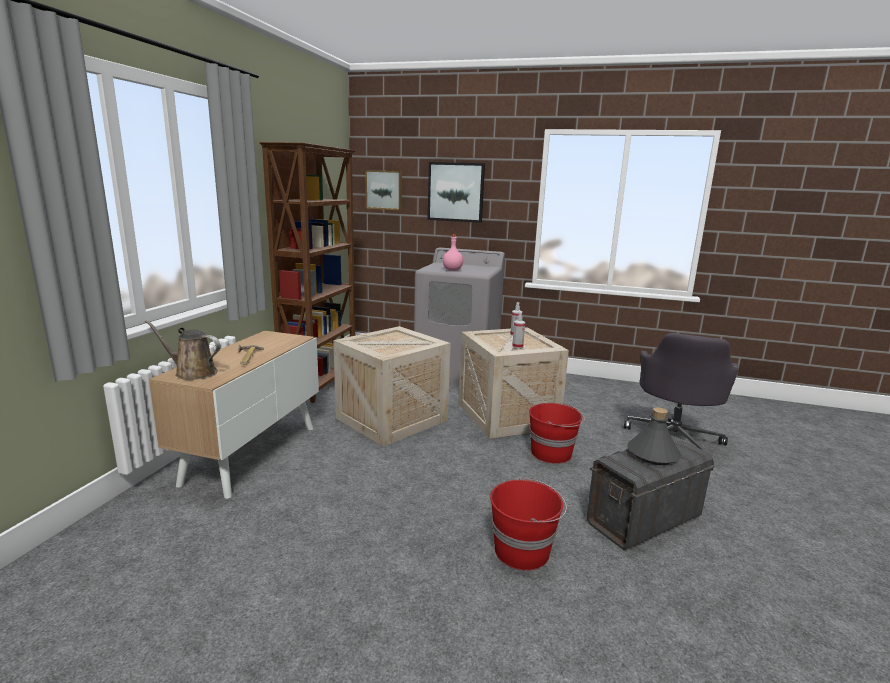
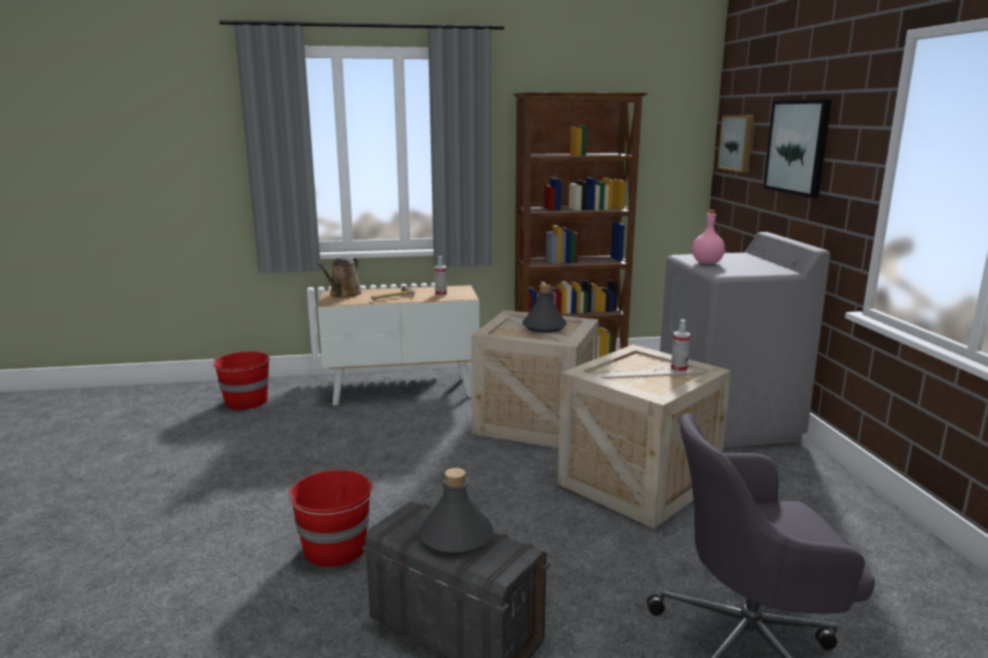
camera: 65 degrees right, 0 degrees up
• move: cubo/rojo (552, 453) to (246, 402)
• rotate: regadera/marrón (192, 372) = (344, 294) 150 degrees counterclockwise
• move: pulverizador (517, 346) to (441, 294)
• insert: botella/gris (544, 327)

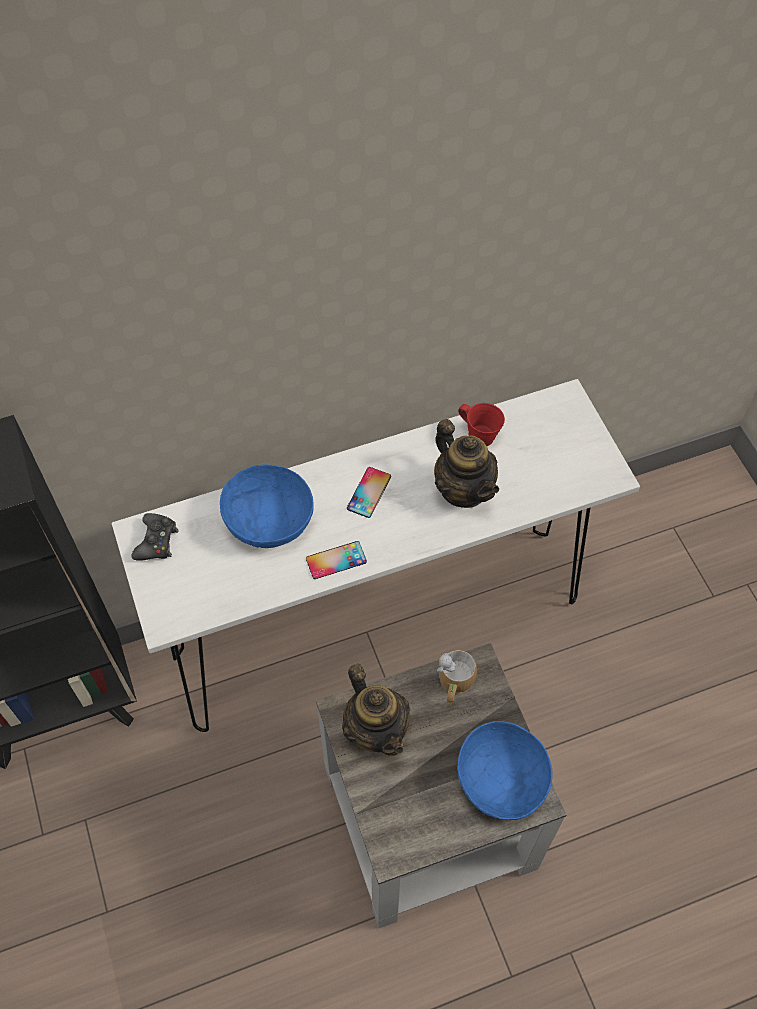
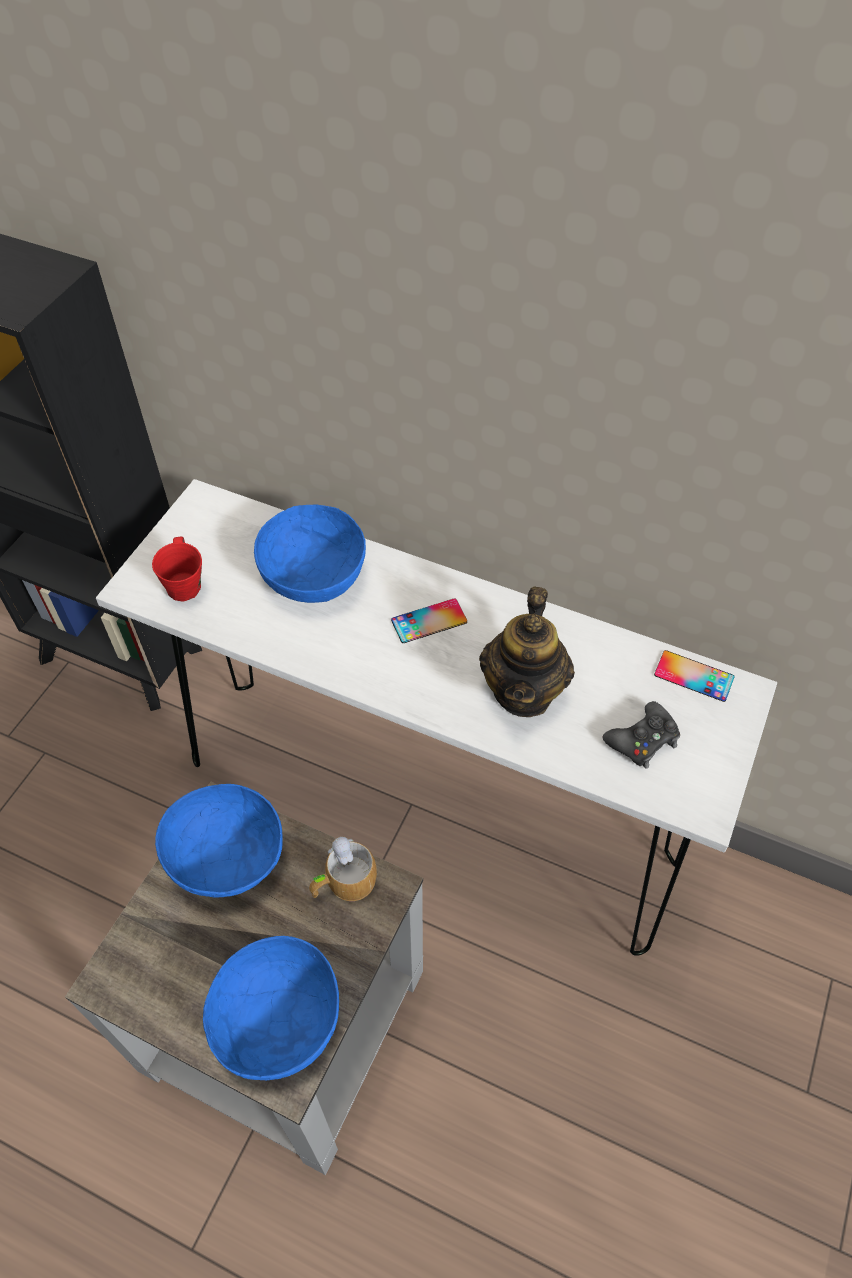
camera: 45 degrees right, 5 degrees down
• move: taza grande/rojo (479, 435) to (185, 586)
• replace: tetera (376, 729) to cuenco/azul (227, 856)
• move: mando de consola/negro (156, 541) to (643, 740)
• move: móvil (336, 560) to (693, 676)

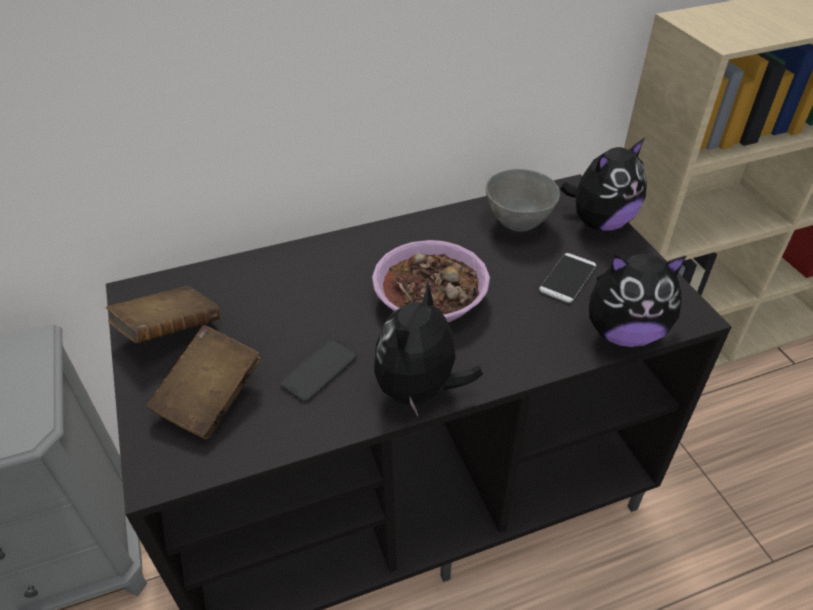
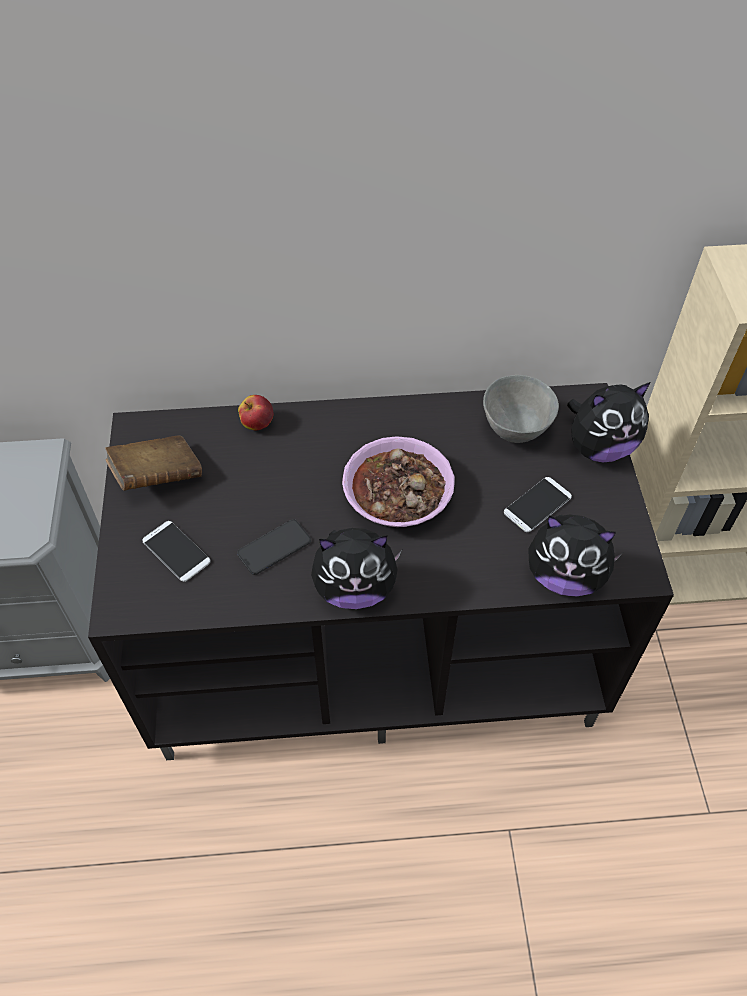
camera: 15 degrees right, 10 degrees up
• replace: libro/marrón (210, 398) to móvil (176, 551)
• insert: manzana (257, 424)
• rotate: peluche (420, 390) = (355, 588) 135 degrees counterclockwise

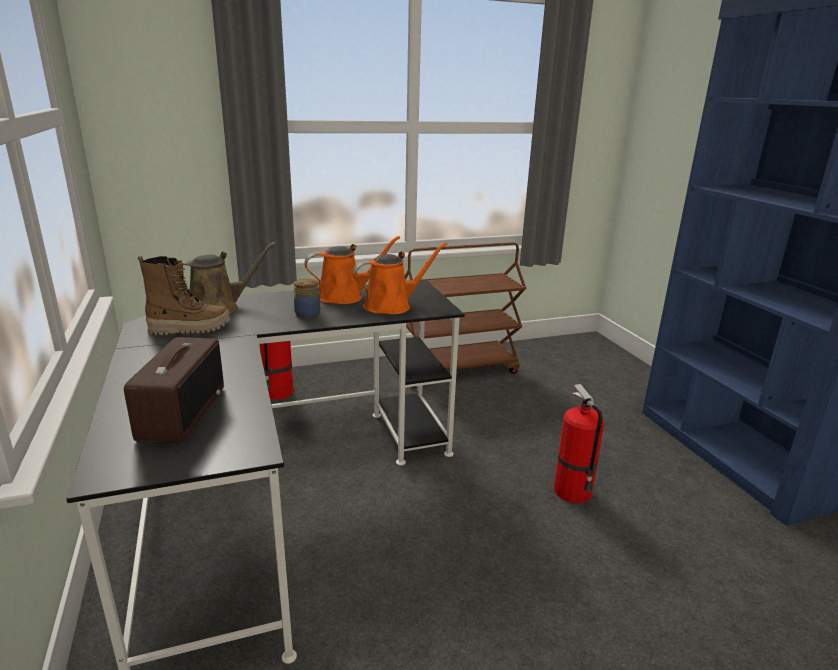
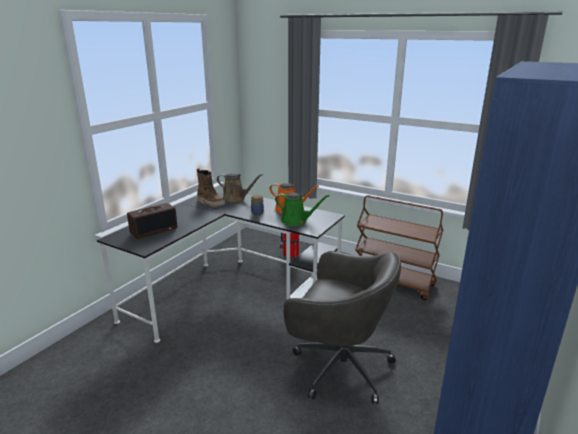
camera: 50 degrees right, 0 degrees up
• recolor: regadera/naranja (391, 306) to regadera/verde (296, 221)
• replace: extintor (574, 492) to silla de oficina/gris (339, 367)

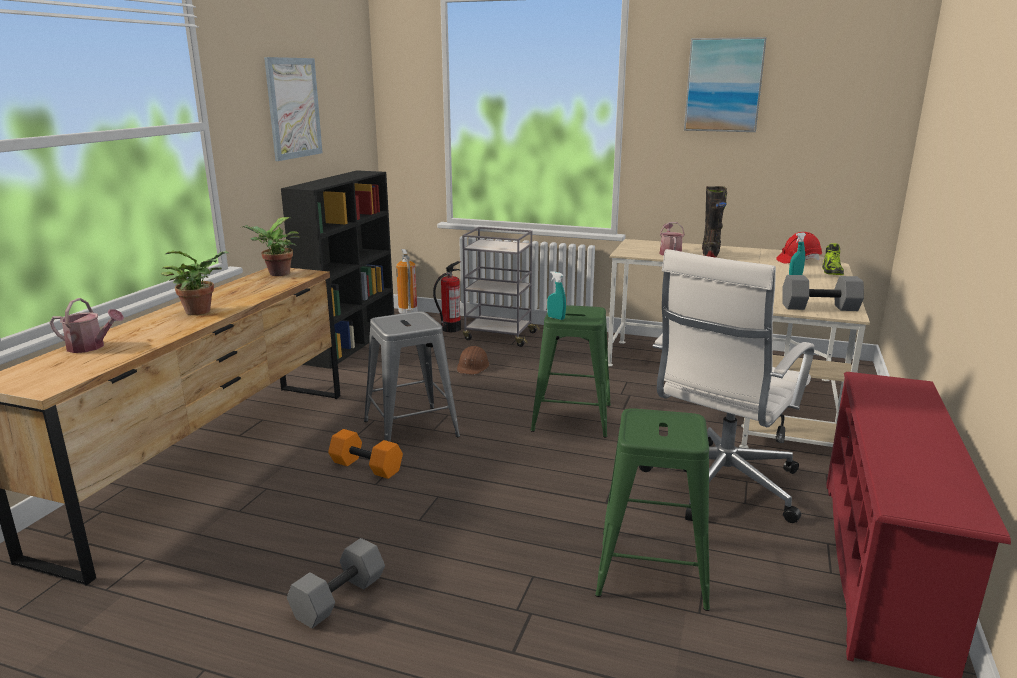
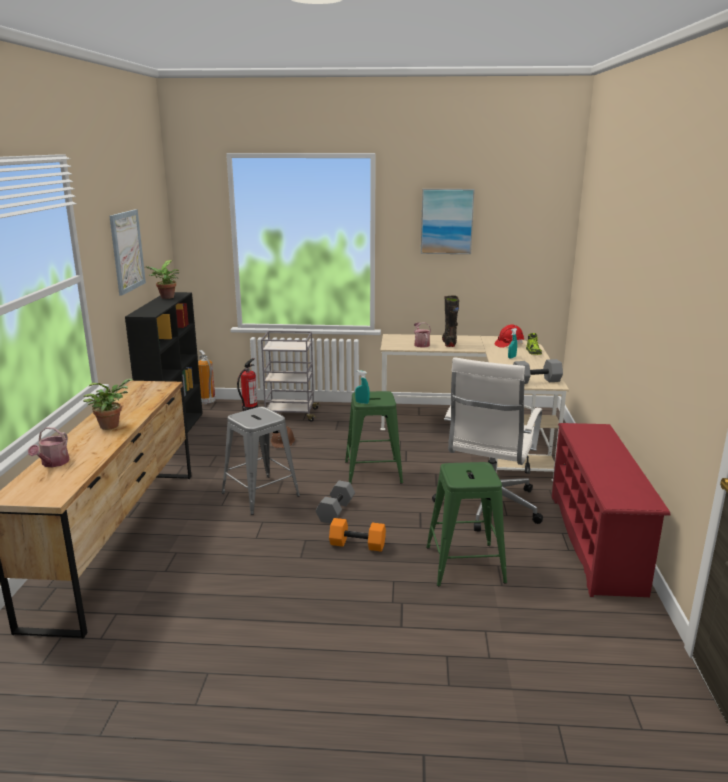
camera: 15 degrees left, 0 degrees up
• rotate: regadera (90, 347) = (53, 463) 105 degrees clockwise
• move: planta en maceta (277, 274) to (166, 297)
• move: mancuerna/gris (338, 596) to (335, 510)
• move: mancuerna/naranja (367, 466) to (358, 544)

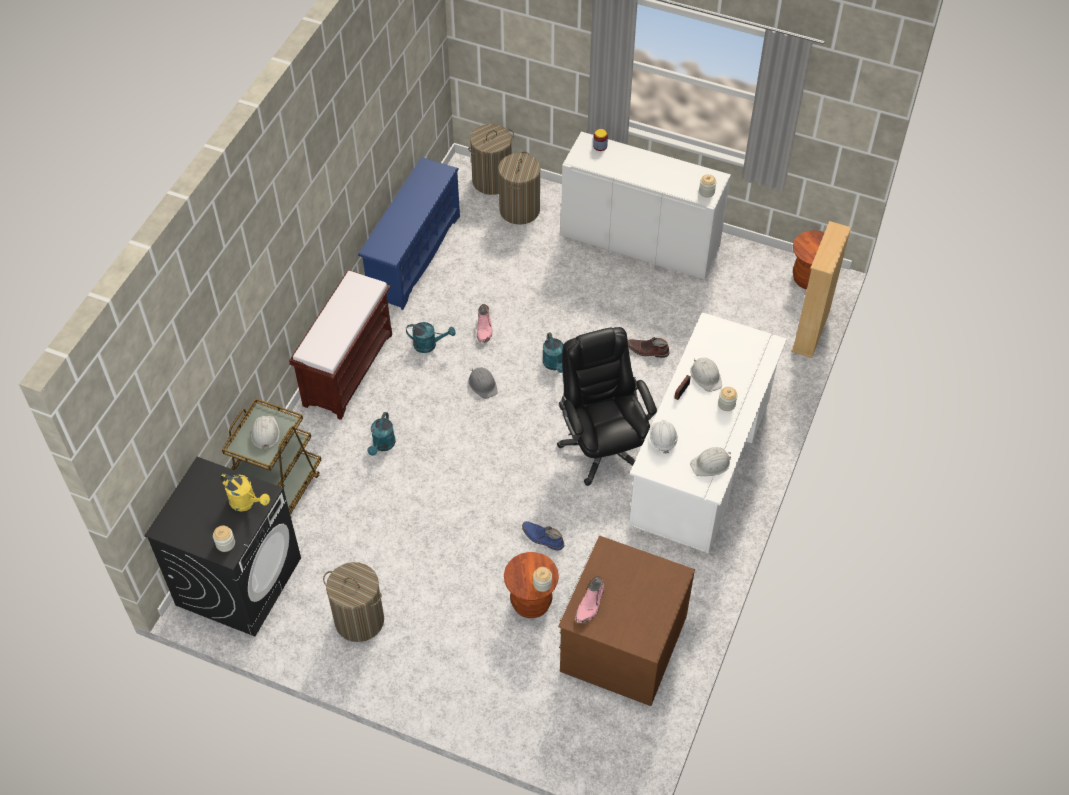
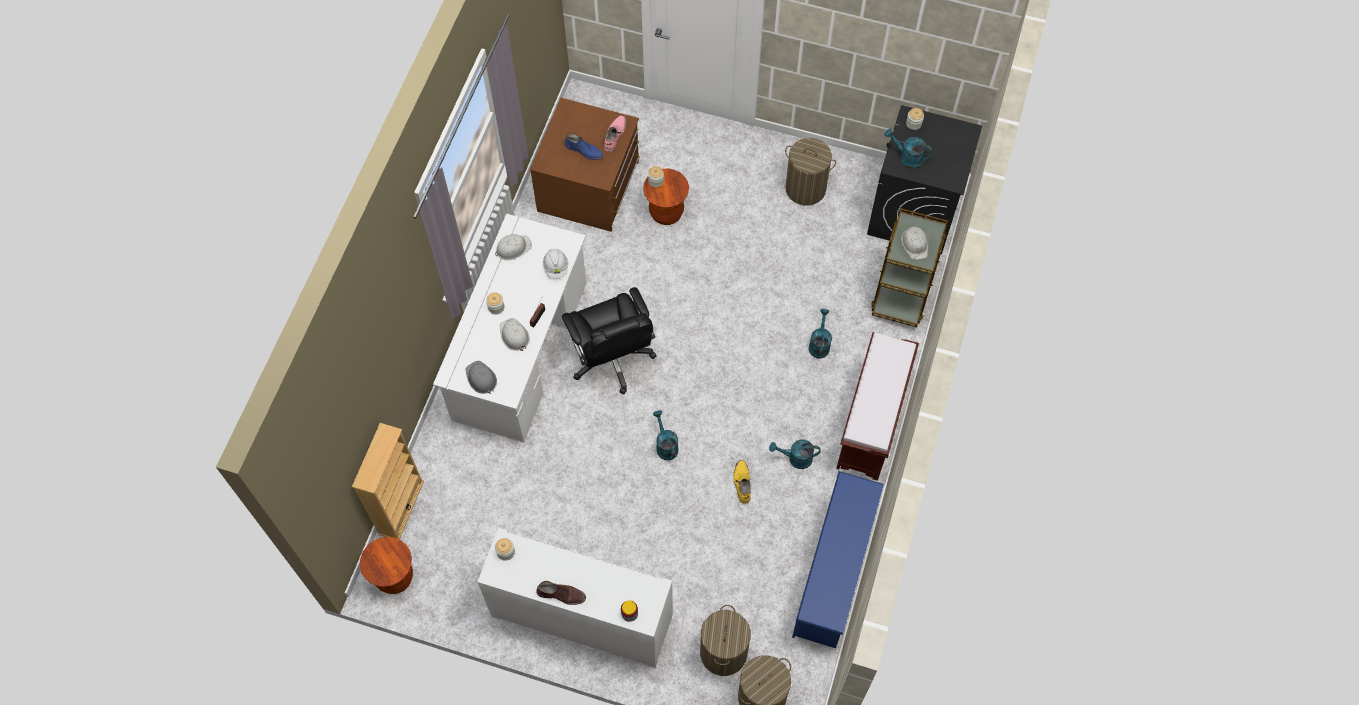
camera: 175 degrees right, 10 degrees up
• move: casco/gris (483, 384) to (481, 378)
• move: bota/marrón (647, 350) to (561, 594)
• move: bota/azul (542, 538) to (584, 150)
• recolor: bota/rosa (484, 328) to bota/amarillo (742, 483)
• recolor: regadera/amarillo (247, 502) to regadera/turquesa (907, 157)

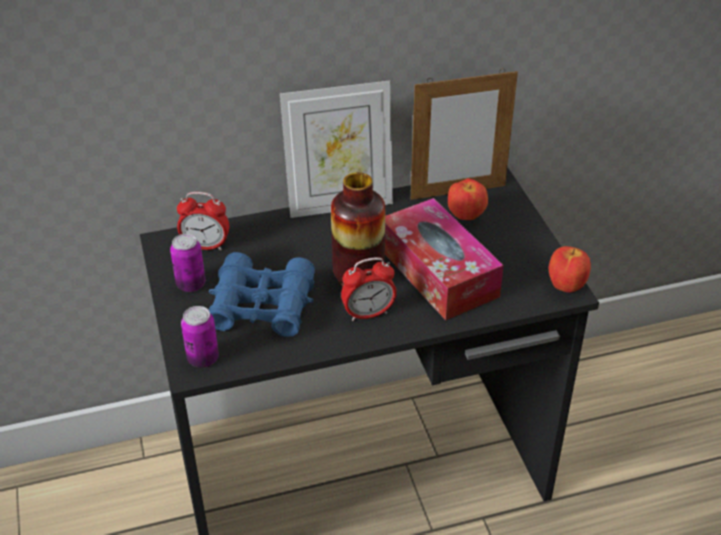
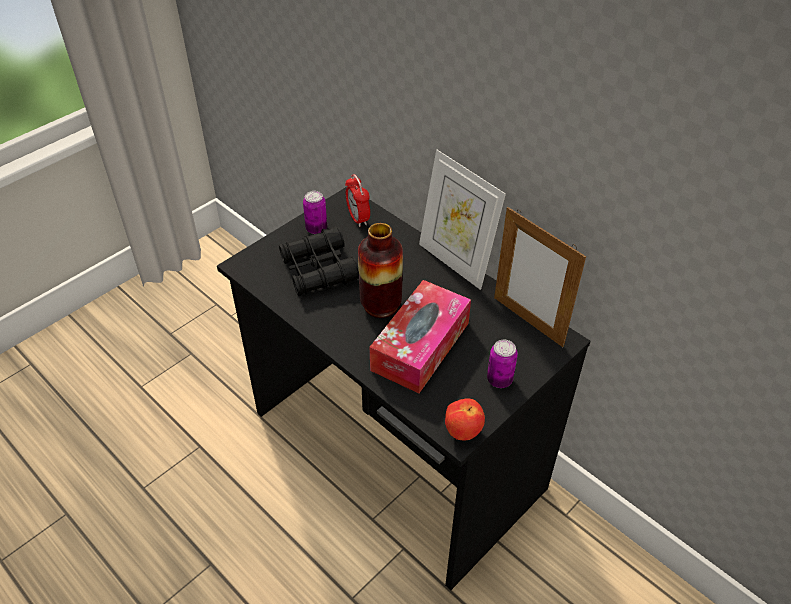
camera: 60 degrees right, 5 degrees up
• recolor: prismáticos/azul (262, 306) to prismáticos/negro (319, 270)
• move: lata (203, 358) to (499, 380)
• delete: despertador (368, 313)
• delete: manzana (466, 216)

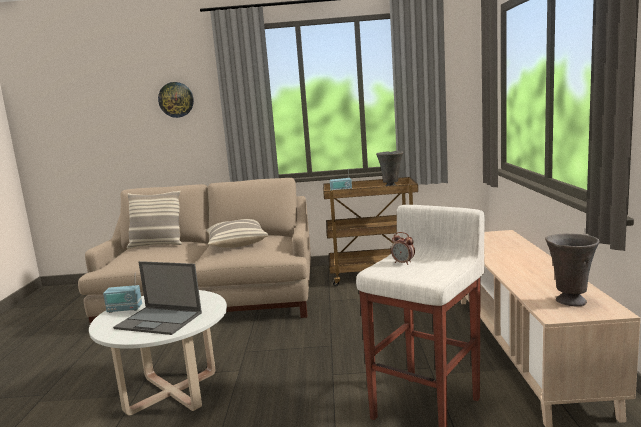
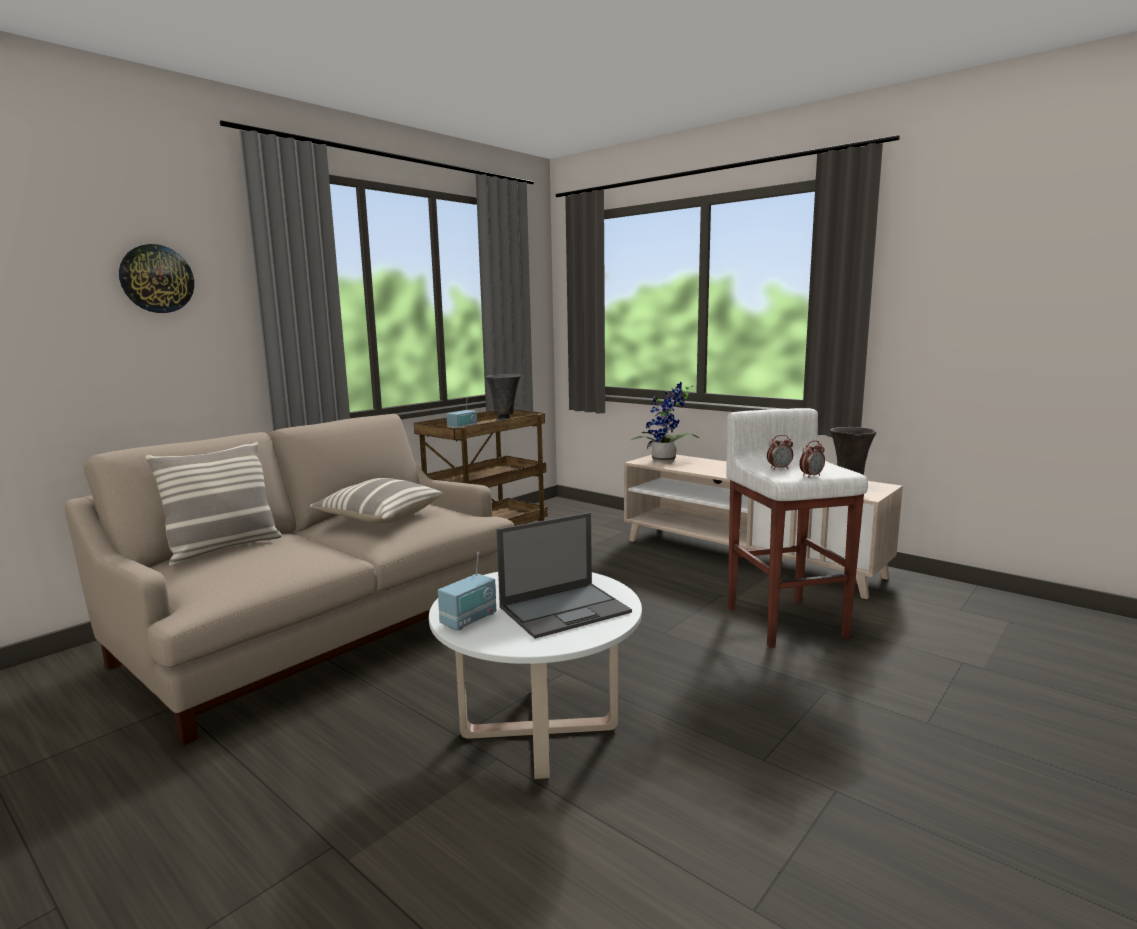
camera: 50 degrees left, 0 degrees up
• insert: planta en maceta (665, 461)
• insert: despertador (811, 476)

